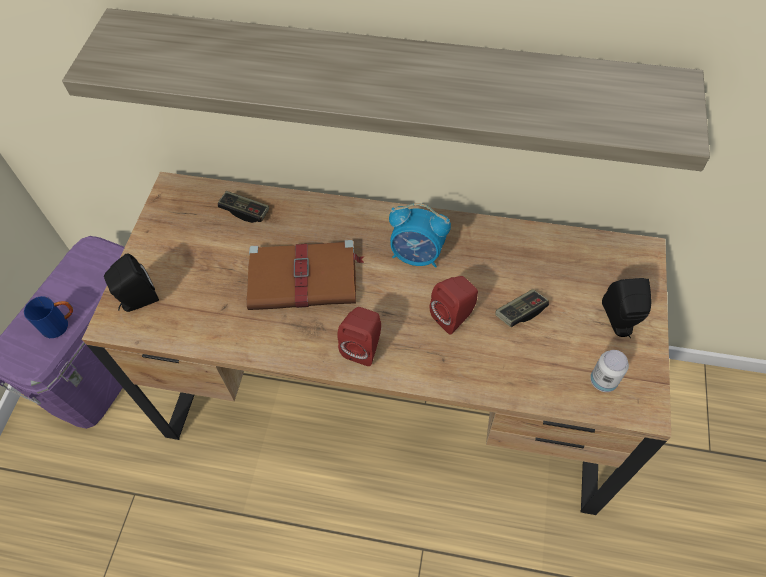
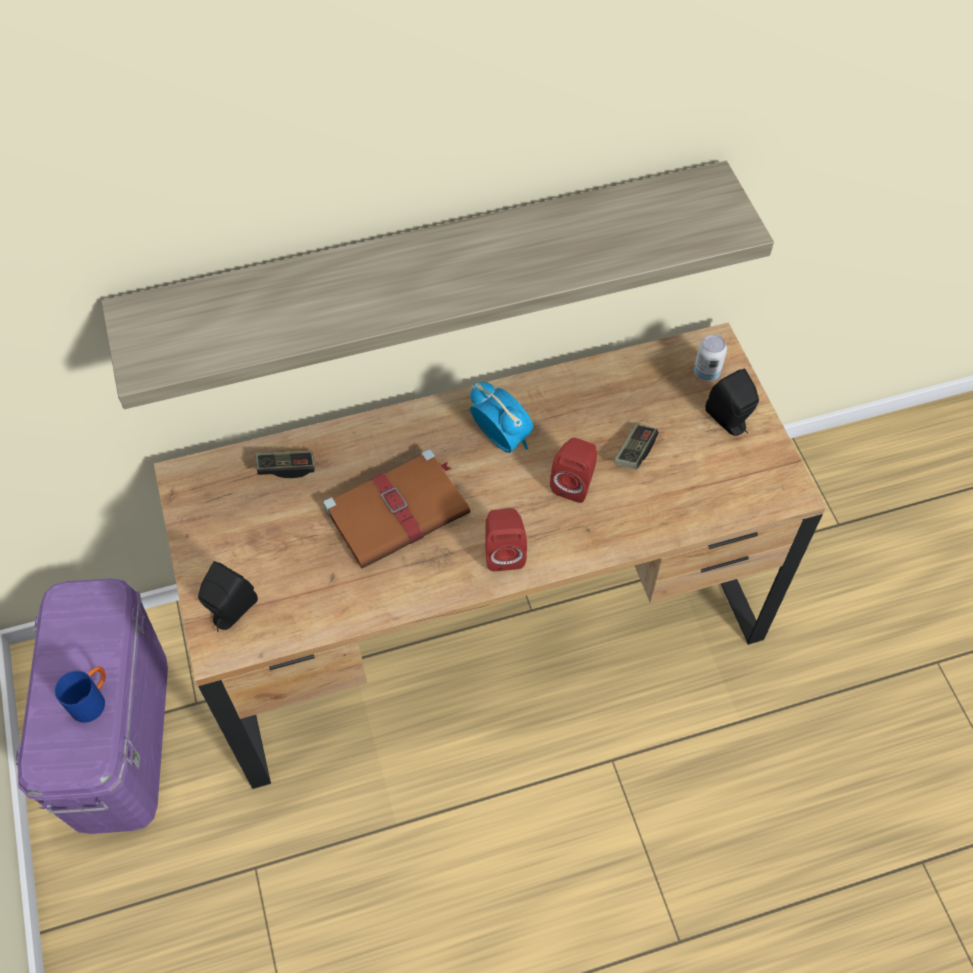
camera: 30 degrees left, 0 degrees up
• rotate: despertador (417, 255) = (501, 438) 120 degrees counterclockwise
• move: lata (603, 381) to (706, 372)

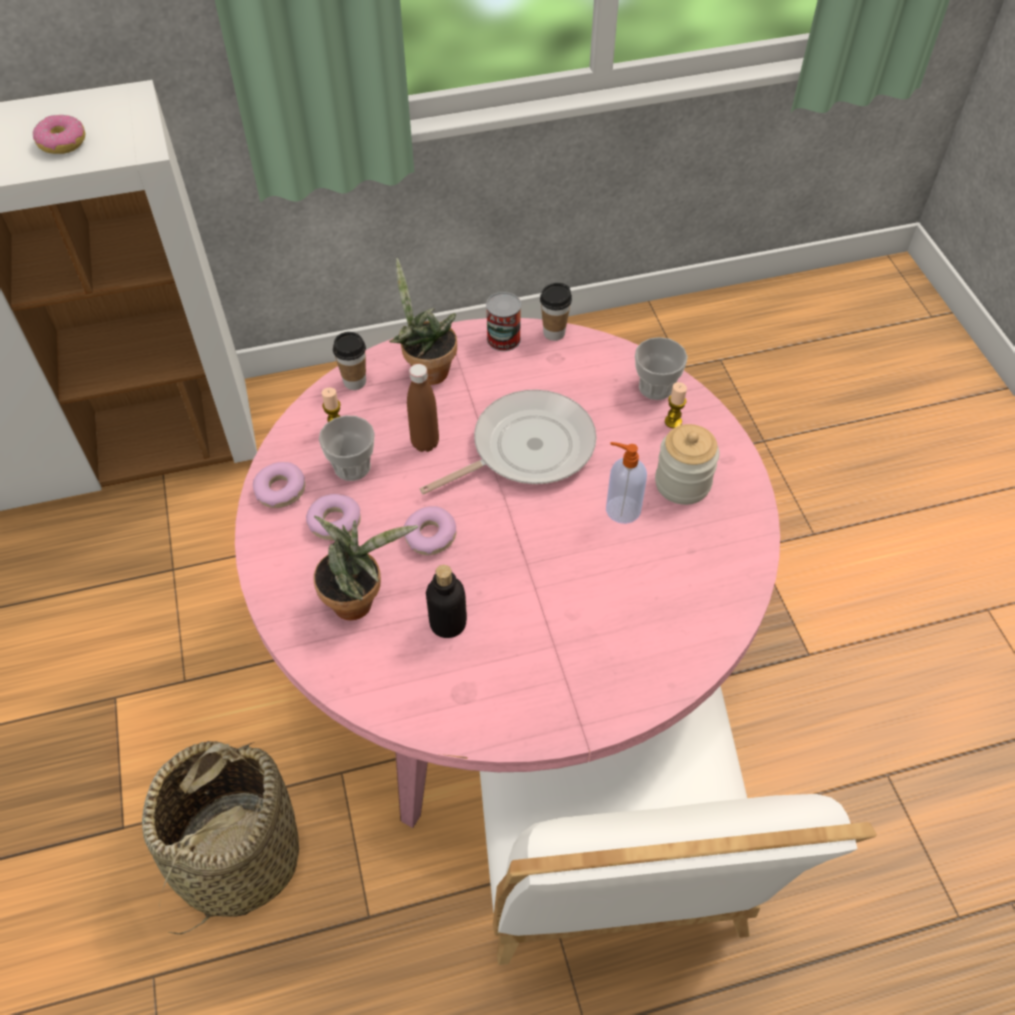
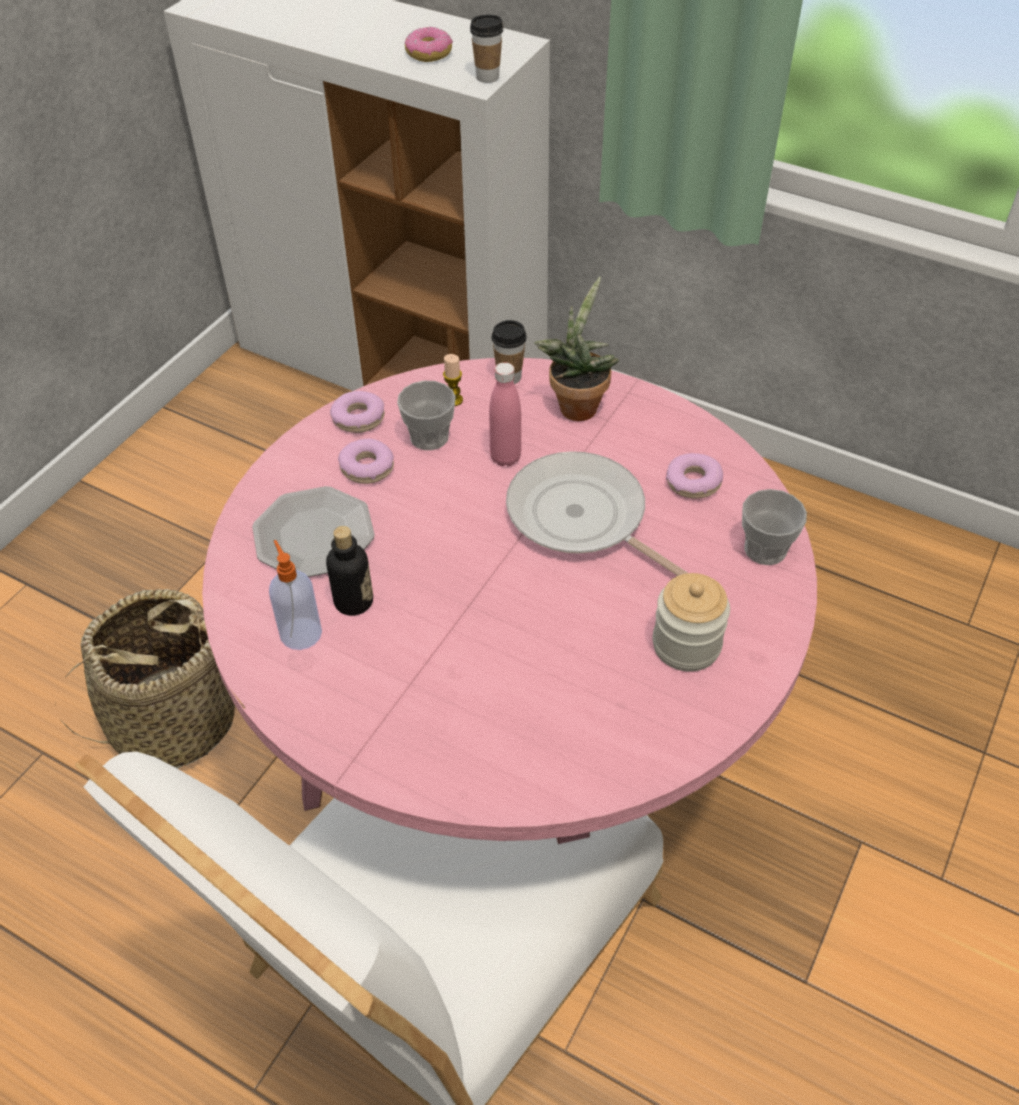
camera: 45 degrees right, 5 degrees down
• replace: planta en maceta (358, 600) to plato (313, 534)
• move: dispensador de jabón (621, 509) to (300, 632)
• move: taza (554, 333) to (487, 77)
• recolor: botella/marrón (425, 443) to botella/rosa (505, 458)
• rotate: sartén (526, 448) = (582, 518) 150 degrees counterclockwise
• move: rosquilla (430, 536) to (693, 482)
• delete: lata (503, 339)
• delete: vela (673, 421)

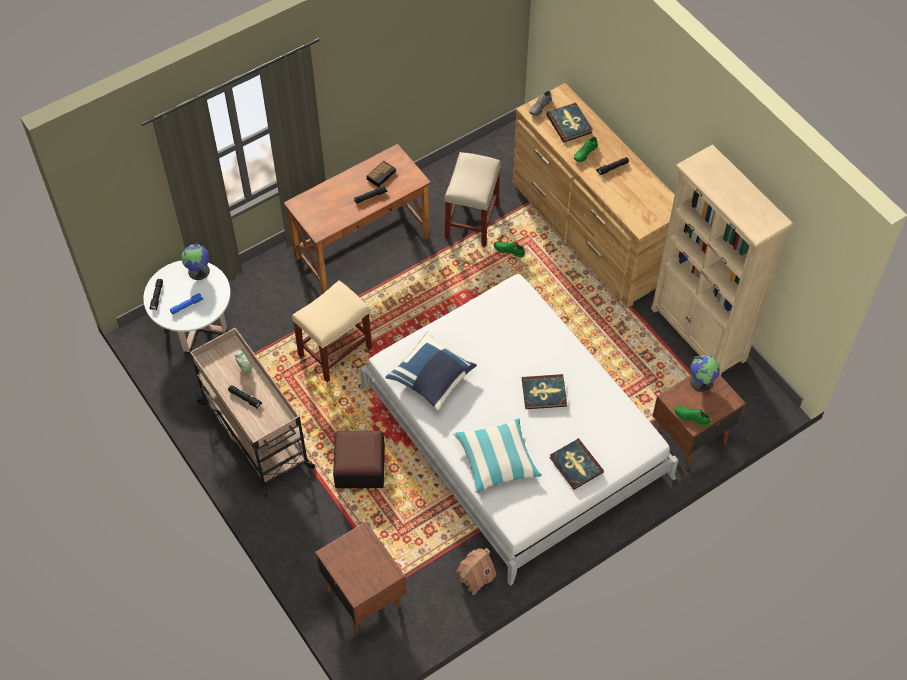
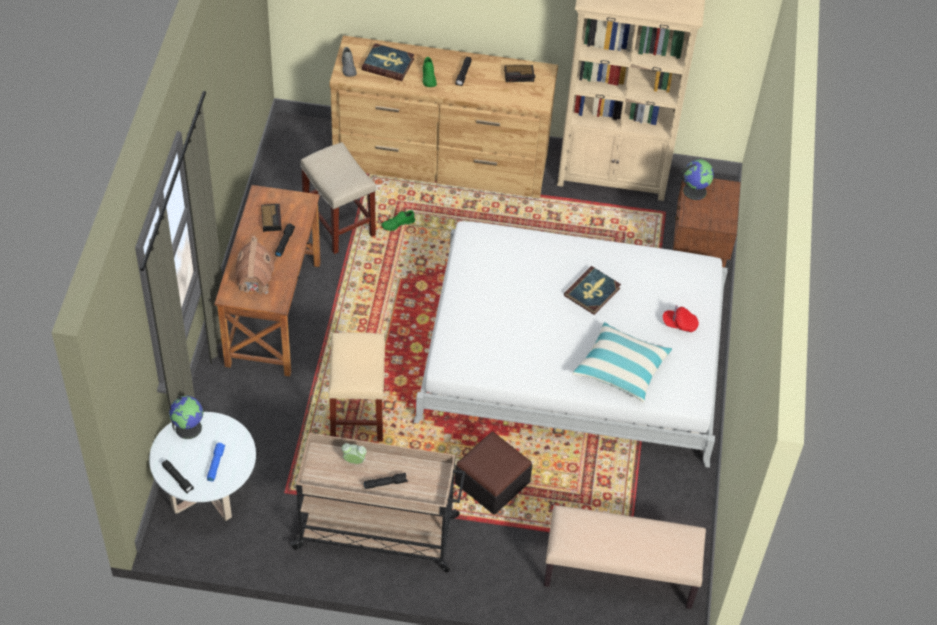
camera: 50 degrees left, 5 degrees down
• move: casita (475, 577) to (254, 281)
• insert: despertador (519, 75)
• replace: mesita de noche/marrón (363, 597) to banco/beis (619, 574)
• replace: libro (575, 465) to gorra/rojo (679, 324)
• delete: cojín/azul (432, 378)
• delete: zapato/verde (691, 417)

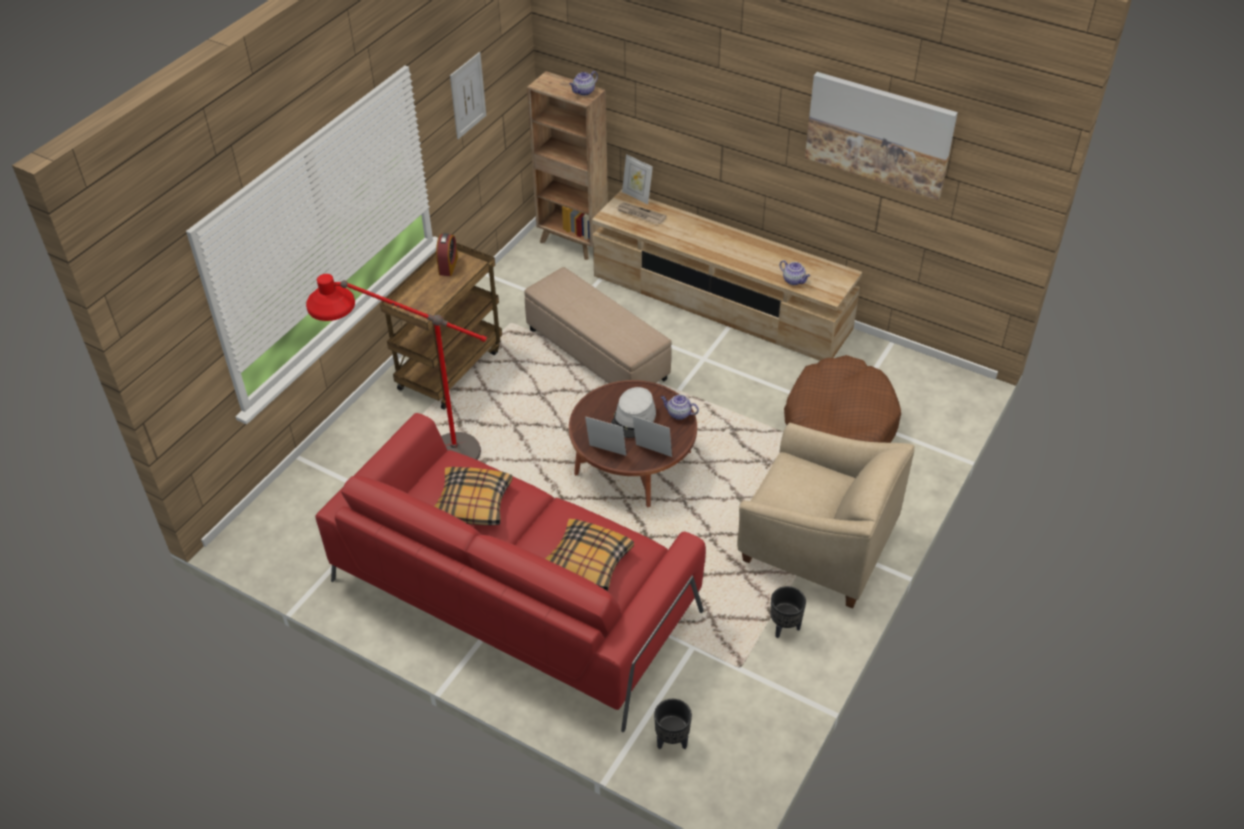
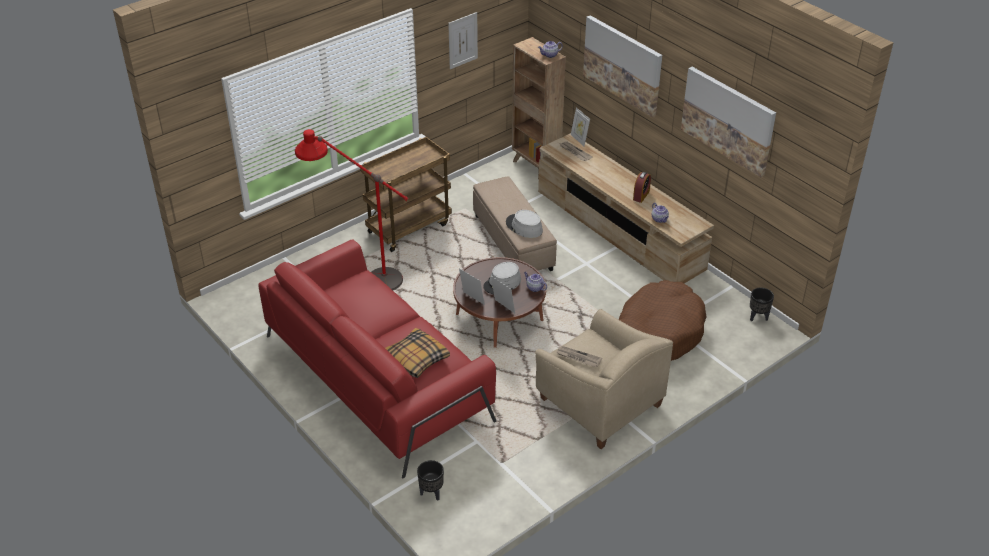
camera: 20 degrees right, 5 degrees down
• insert: sombrero/gris (524, 227)
• insert: periódico (578, 357)
• insert: cuadro (623, 64)
• move: despertador (448, 266) to (641, 195)
• move: maceta/negro (785, 627) to (758, 317)
• delete: cojín (472, 503)

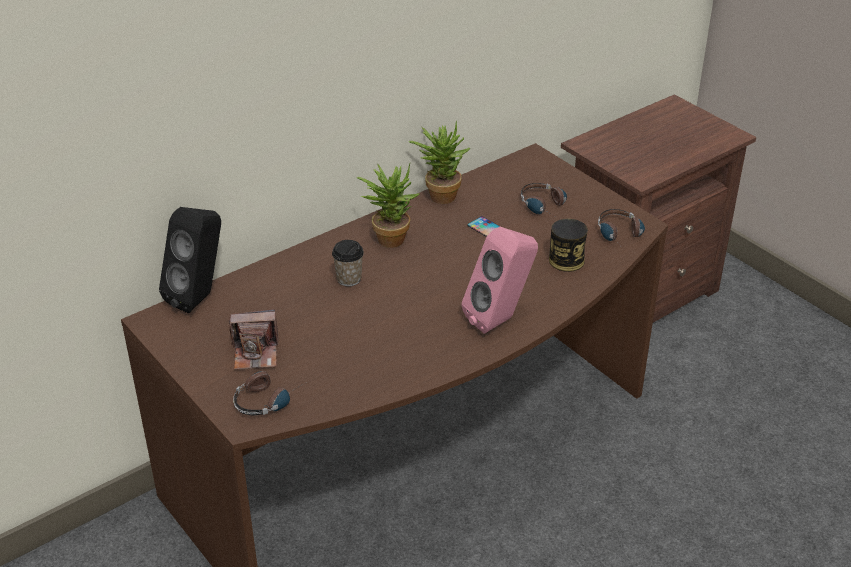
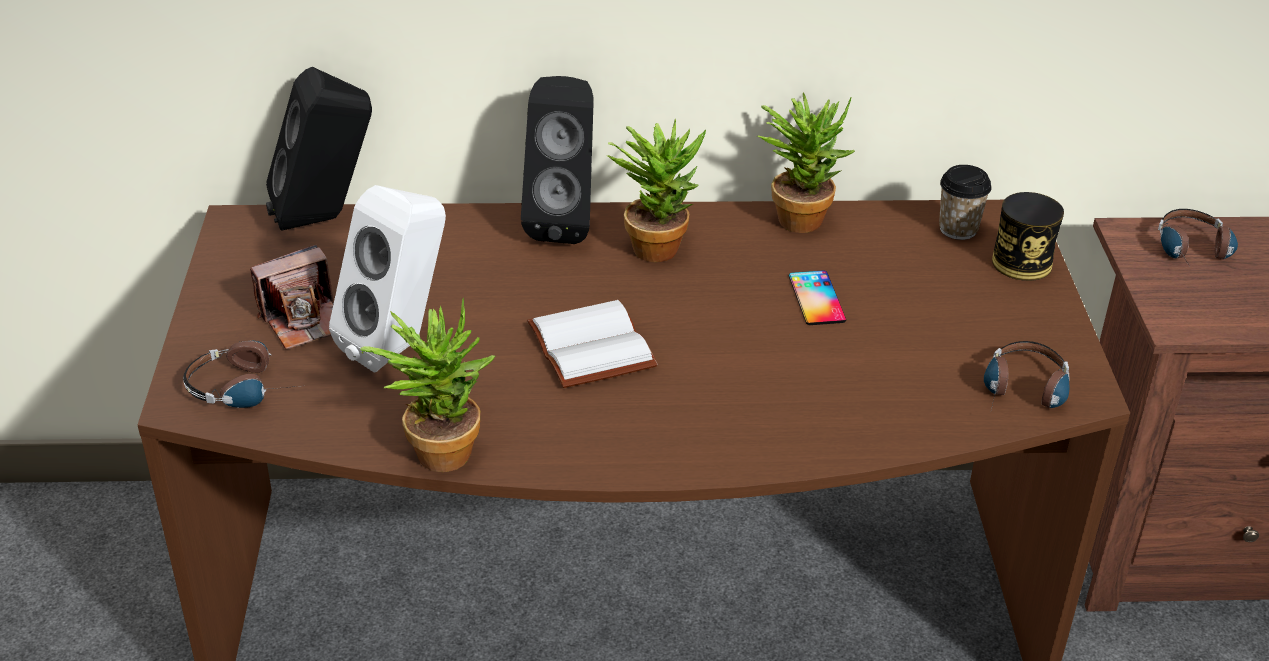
camera: 35 degrees right, 0 degrees up
• rotate: cámara (256, 353) = (304, 320) 60 degrees counterclockwise
• insert: altavoz/blanco (400, 346)
• insert: planta en maceta (437, 447)
• insert: altavoz/negro (564, 222)
• insert: libro/blanco (587, 346)
• move: taza (349, 279) to (958, 229)
• move: lata (566, 260) to (1021, 263)
• move: auriculares (546, 207) to (1195, 253)
• delete: altavoz/rosa (500, 319)

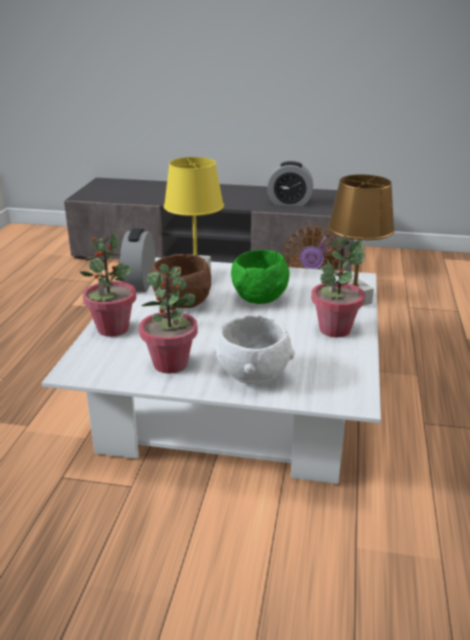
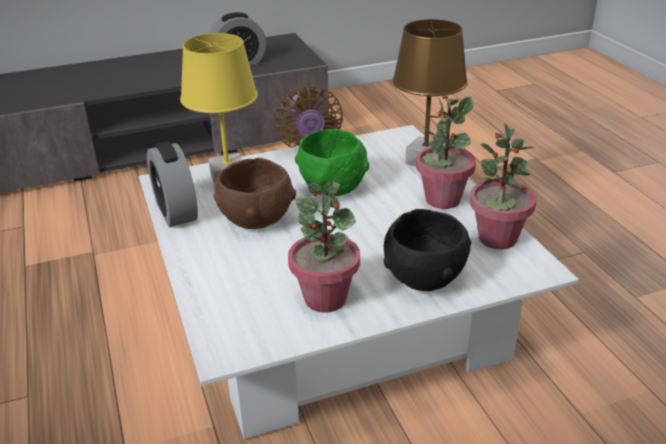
camera: 30 degrees left, 5 degrees up
• recolor: cuenco/blanco (252, 376) to cuenco/negro (423, 280)
• move: planta en maceta (112, 329) to (497, 239)

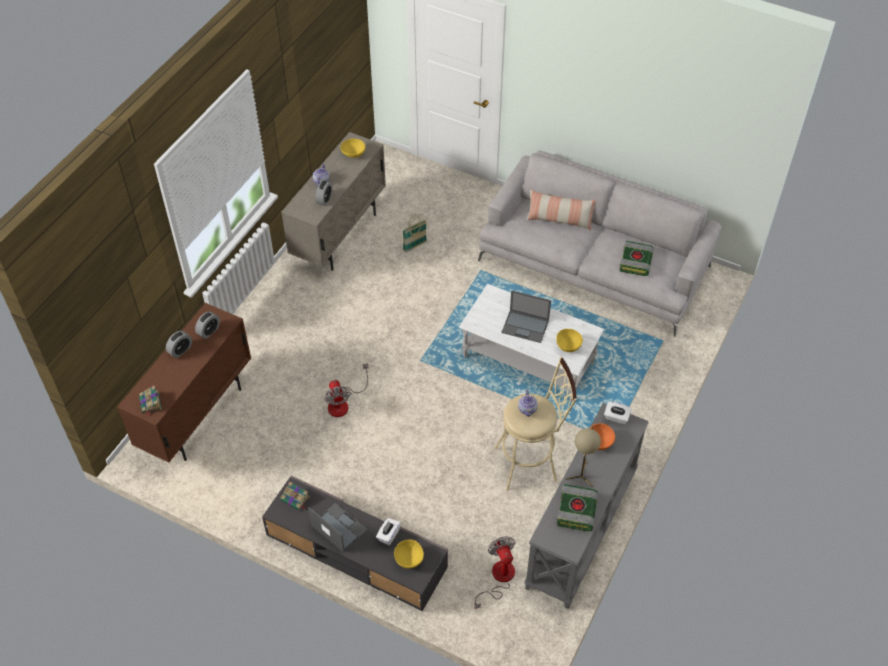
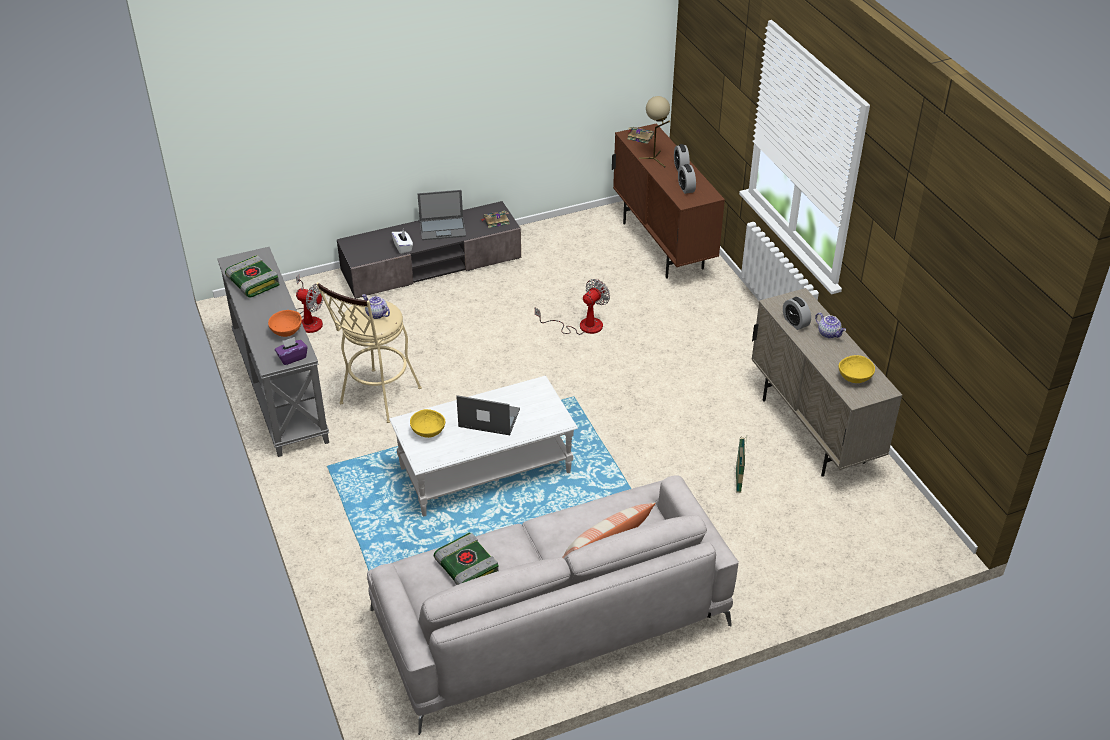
camera: 130 degrees right, 10 degrees down
• recolor: caja de pañuelos/blanco (616, 417) to caja de pañuelos/morado (292, 357)
• rotate: portátil (526, 326) = (488, 418) 45 degrees clockwise
• rotate: ventilador (343, 403) = (582, 326) 105 degrees clockwise
• move: lámpara de mesa/beis (581, 474) to (655, 159)
• delete: cuenco/amarillo (409, 559)

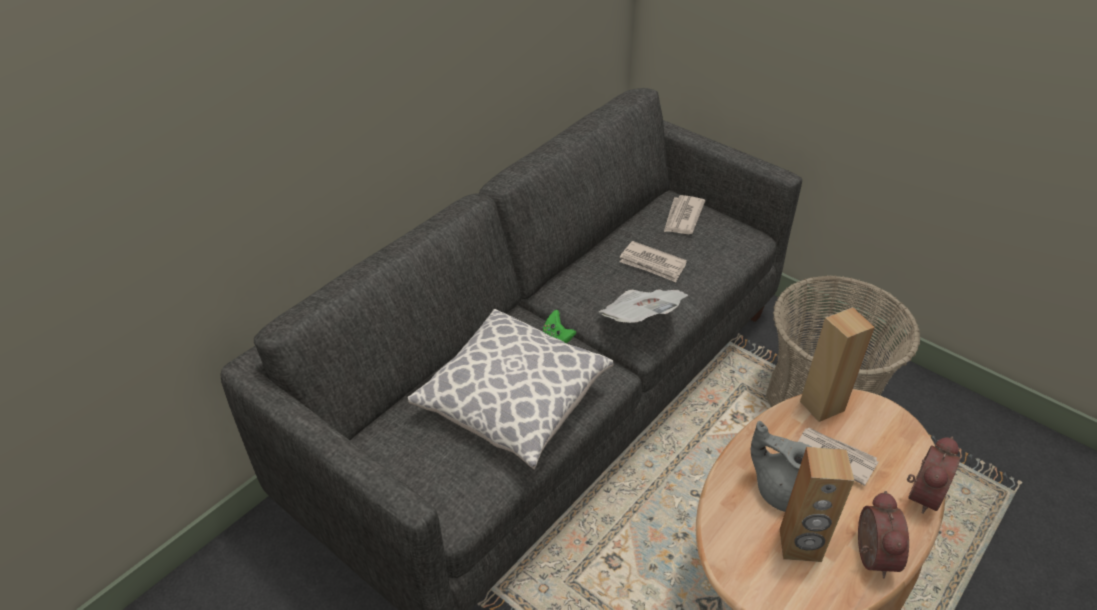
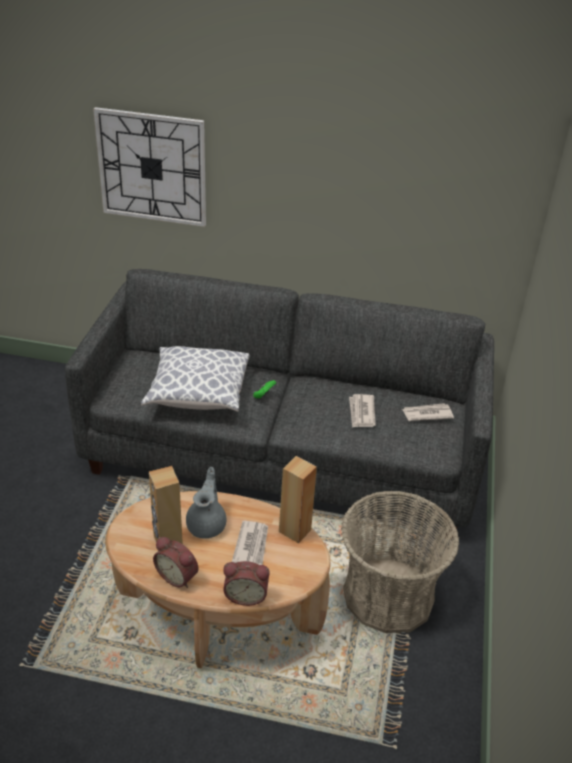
camera: 60 degrees right, 5 degrees down
• insert: reloj de pared (152, 167)
• rotate: despertador (870, 555) = (178, 576) 60 degrees clockwise
• delete: periódico (640, 320)

